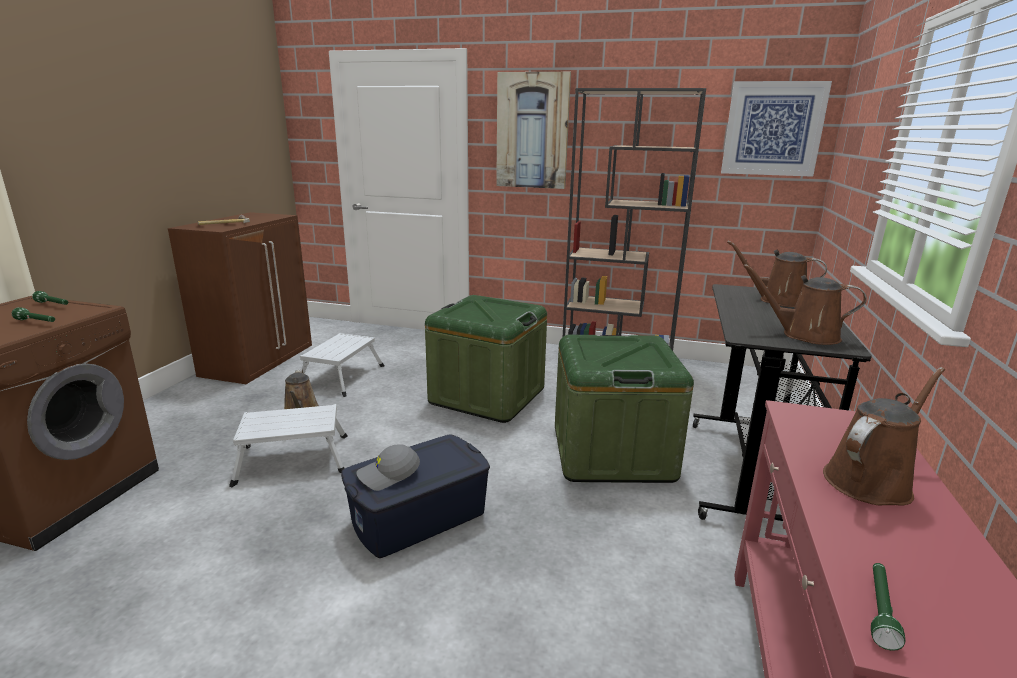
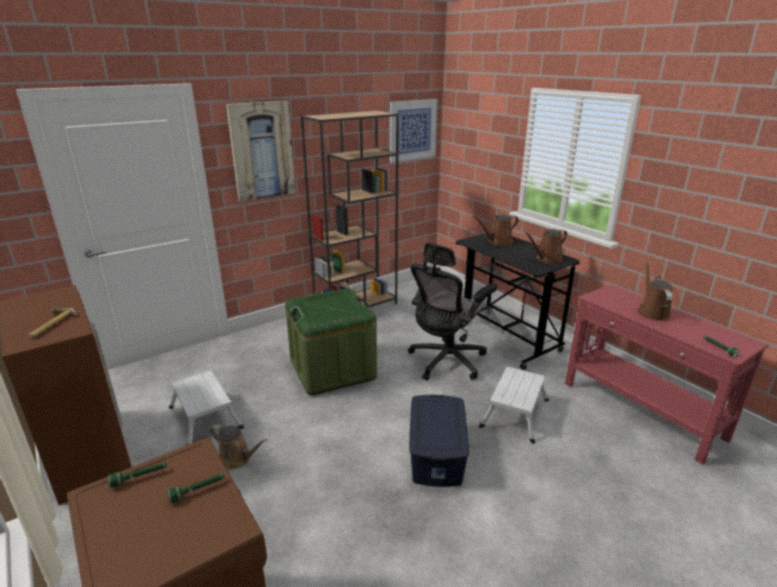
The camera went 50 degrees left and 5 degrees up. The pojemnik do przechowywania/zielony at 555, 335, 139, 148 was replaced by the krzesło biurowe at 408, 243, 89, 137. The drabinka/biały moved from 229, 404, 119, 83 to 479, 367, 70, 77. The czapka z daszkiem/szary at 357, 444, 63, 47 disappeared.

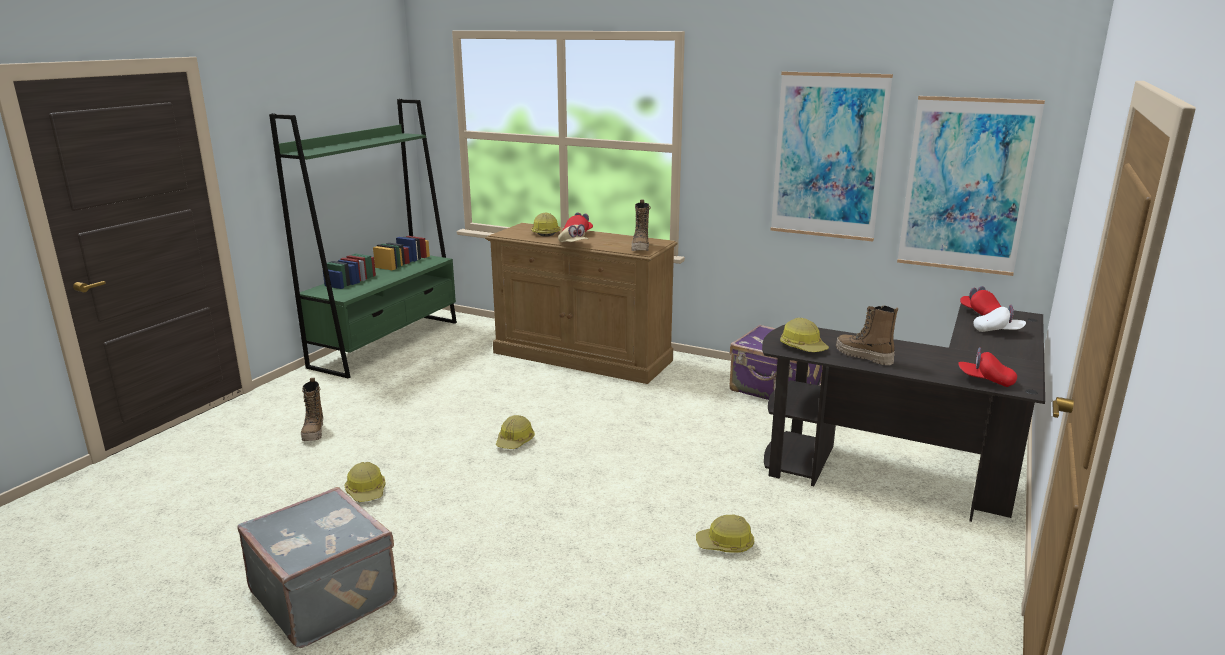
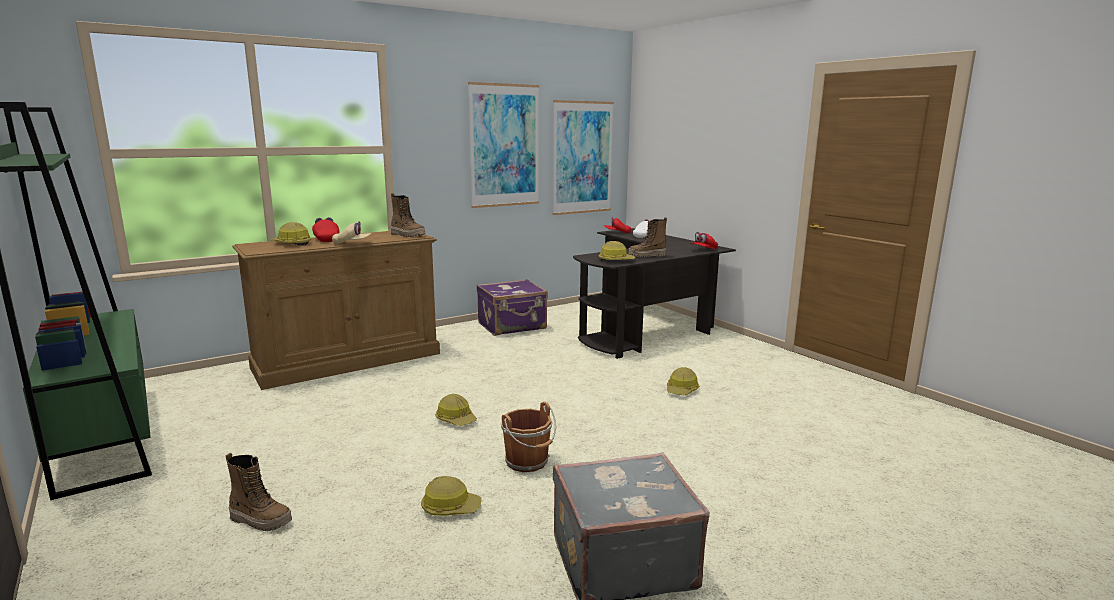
The camera went 60 degrees left and 5 degrees down. The wiadro/brązowy at 501, 402, 55, 70 appeared.

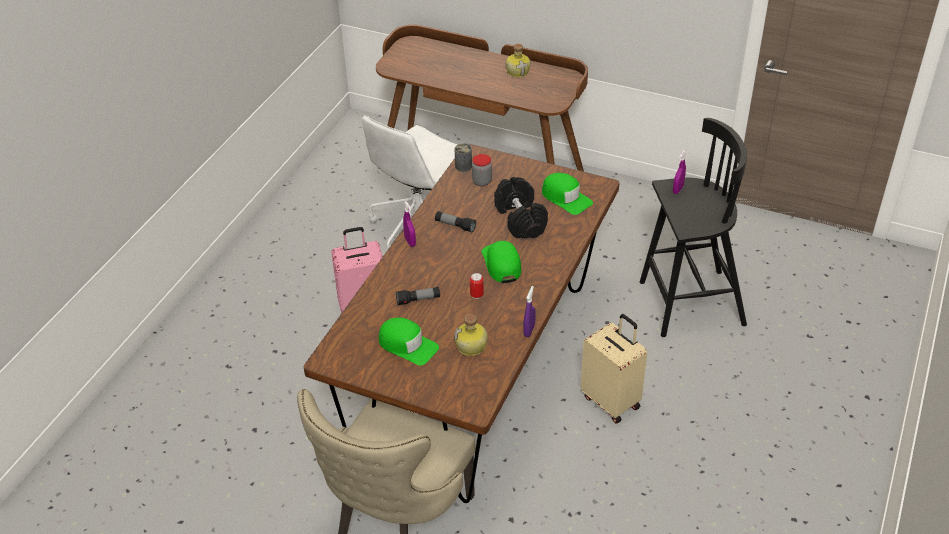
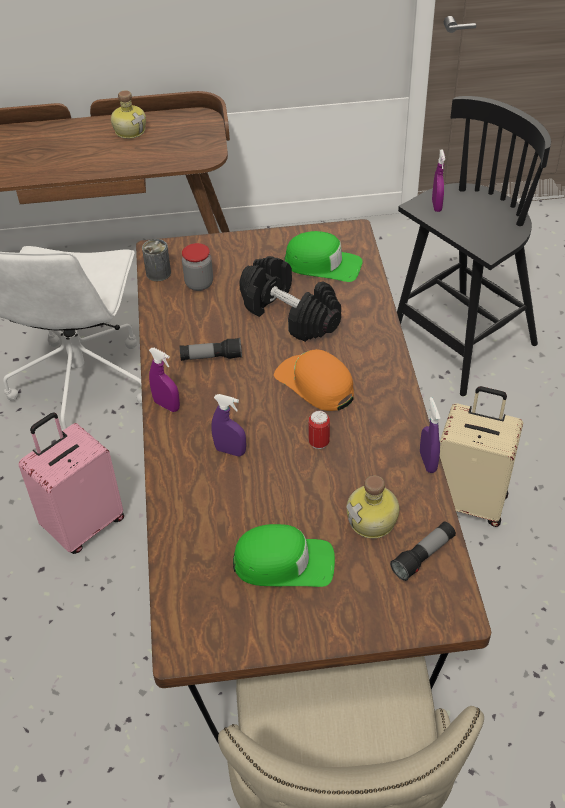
The camera went 30 degrees left and 5 degrees up. The czapka z daszkiem/zielony at 482, 241, 39, 42 became the czapka z daszkiem/pomarańczowy at 274, 349, 80, 62. The latarka moved from 396, 287, 44, 18 to 390, 522, 66, 59. The spryskiwacz/fioletowy at 211, 394, 35, 62 appeared.

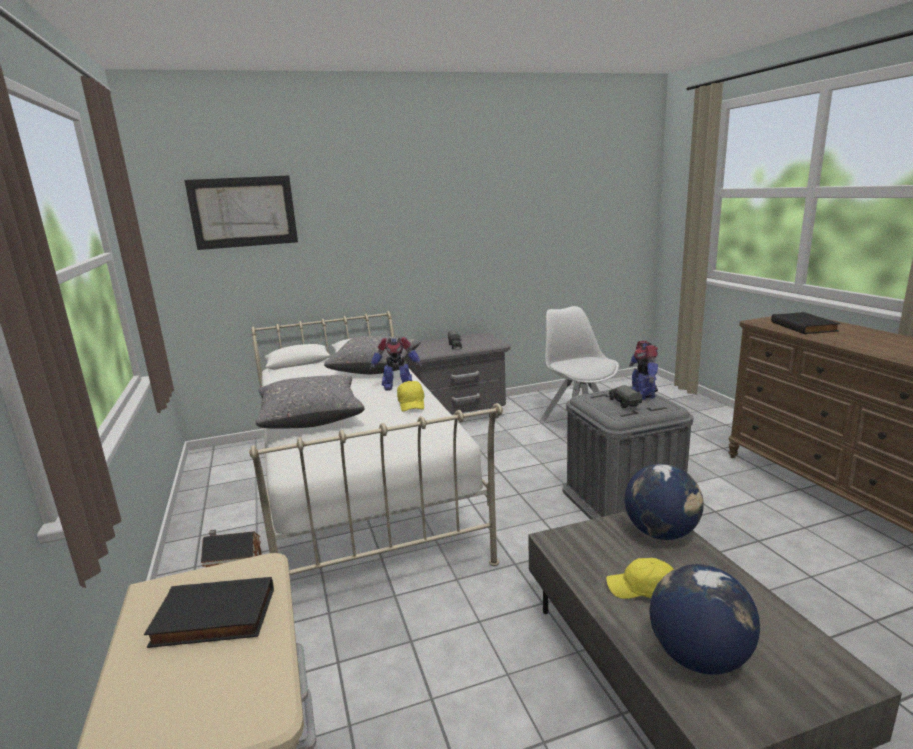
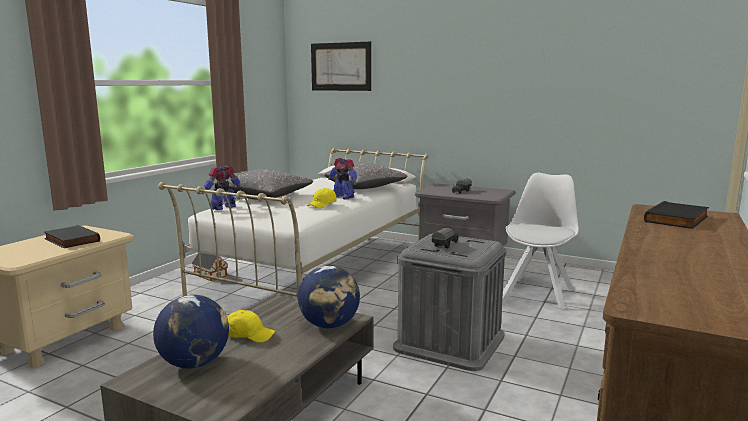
The camera went 45 degrees right and 5 degrees down. The robot zabawkowy moved from 629, 341, 29, 59 to 202, 166, 38, 44. The czapka z daszkiem/żółty at 606, 558, 68, 41 turned 135 degrees clockwise.

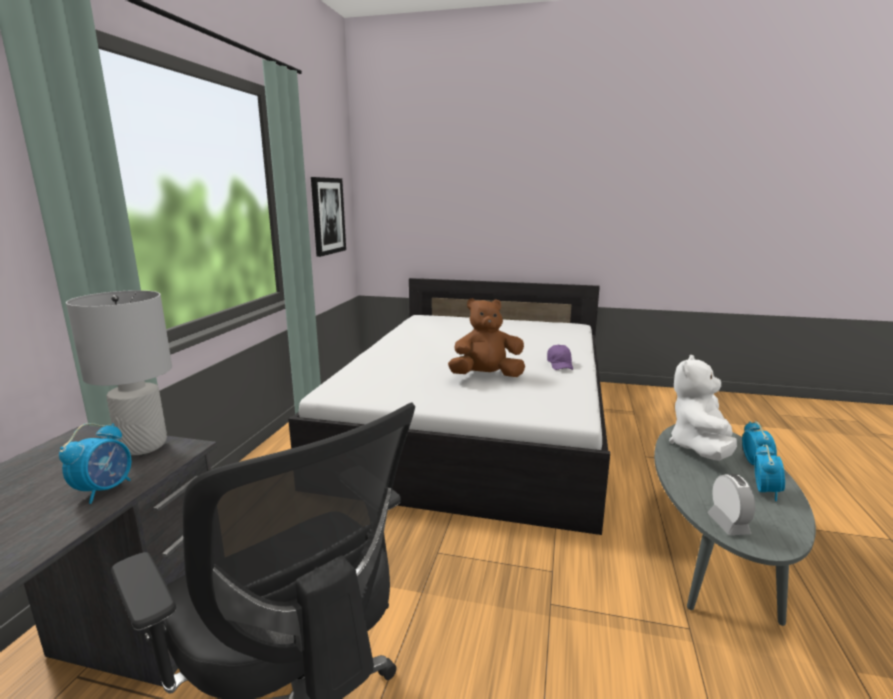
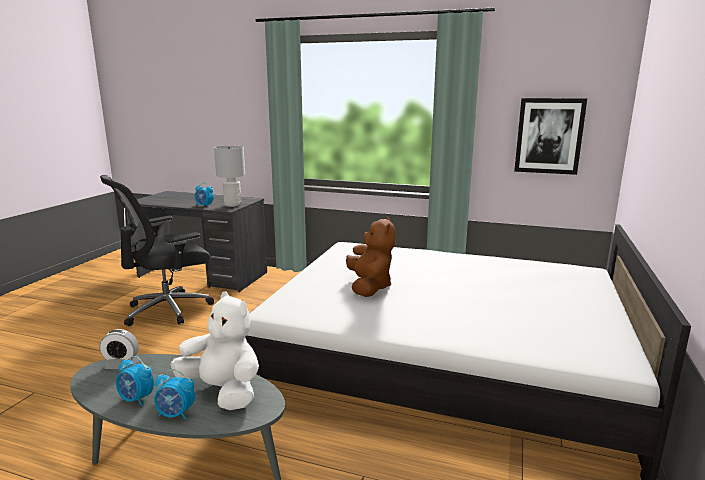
The camera went 95 degrees right and 0 degrees up. The czapka z daszkiem/fioletowy at 547, 344, 26, 26 disappeared.

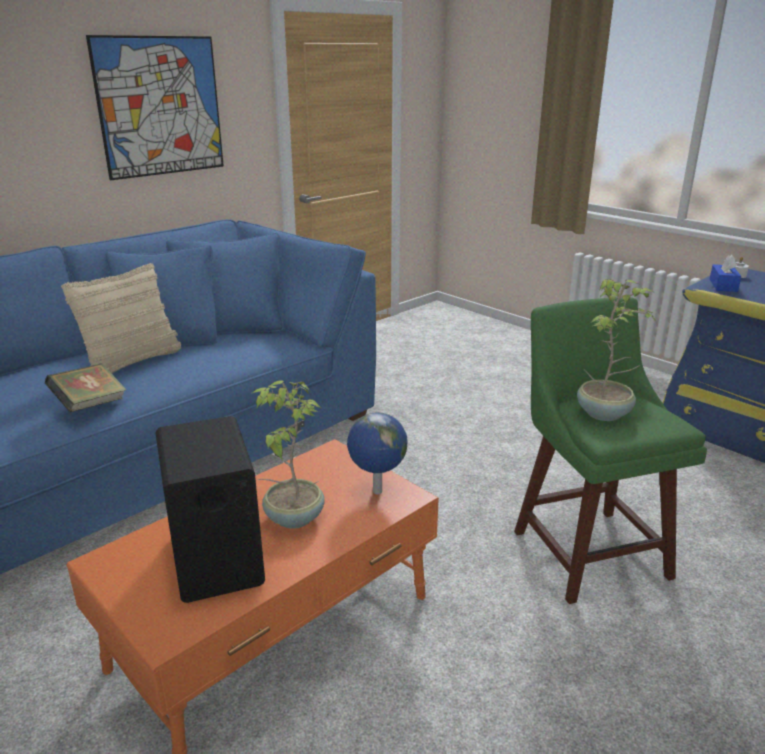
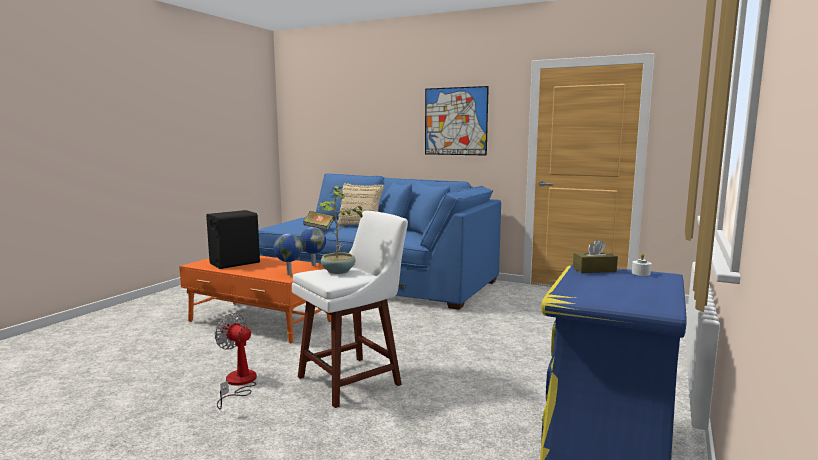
The camera went 70 degrees right and 15 degrees down. The pudełko chusteczek/niebieski at 710, 255, 32, 37 became the pudełko chusteczek/brązowy at 573, 239, 45, 34. The stołek/zielony at 514, 297, 193, 307 became the stołek/biały at 292, 211, 116, 197. The roślina doniczkowa at 252, 380, 73, 149 disappeared. The globus at 300, 227, 26, 39 appeared. The wentylator at 215, 313, 42, 96 appeared.

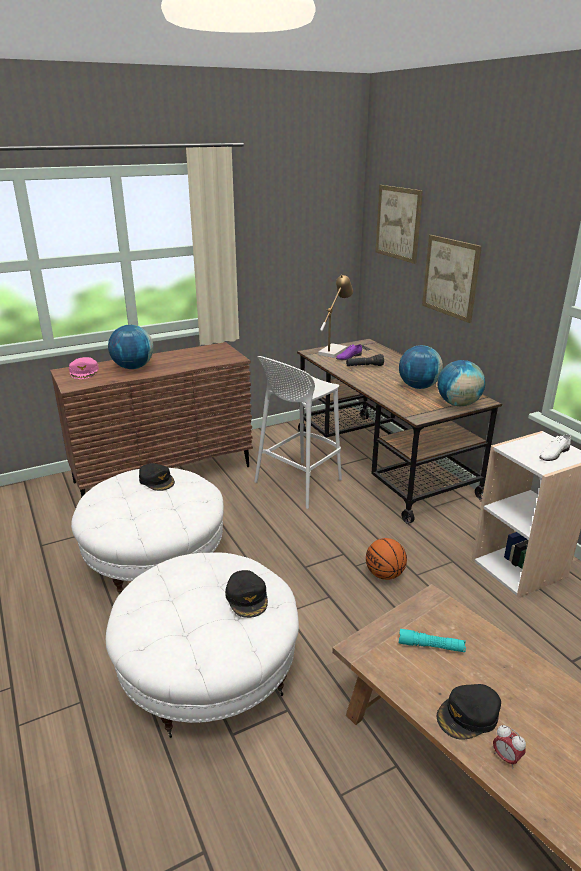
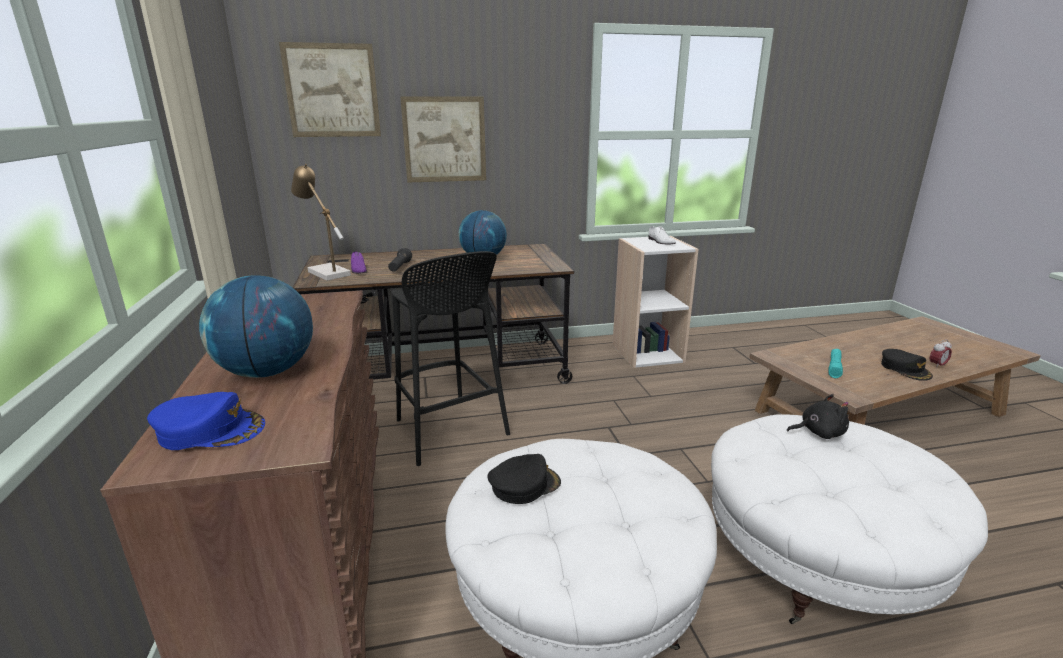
The camera went 75 degrees left and 5 degrees down. The stołek/biały at 254, 356, 88, 153 became the stołek/czarny at 391, 251, 119, 215. The czapka z daszkiem/różowy at 69, 357, 30, 22 became the czapka z daszkiem/niebieski at 147, 392, 118, 58. The globus at 438, 360, 47, 46 disappeared. The piłka do koszykówki at 366, 538, 41, 42 disappeared. The czapka z daszkiem/czarny at 225, 570, 43, 48 was replaced by the pluszak/czarny at 787, 394, 62, 45.

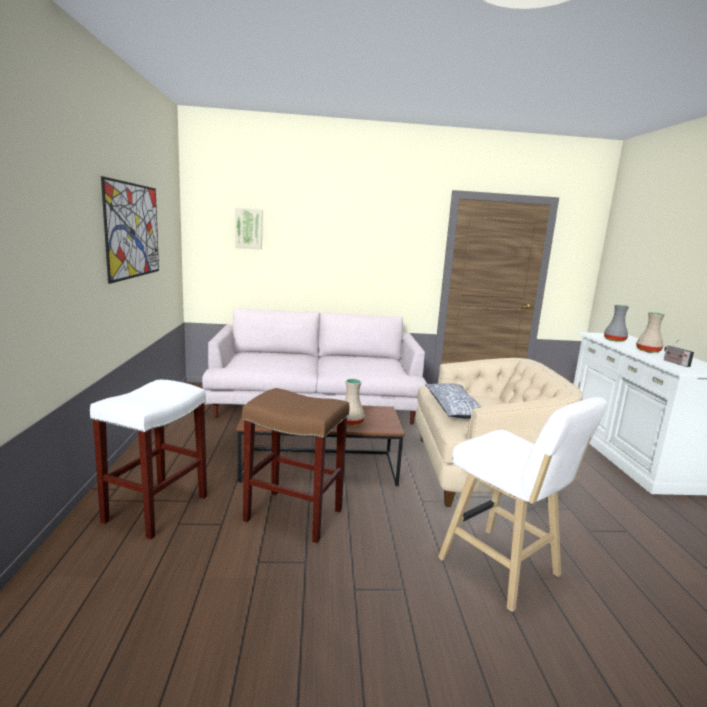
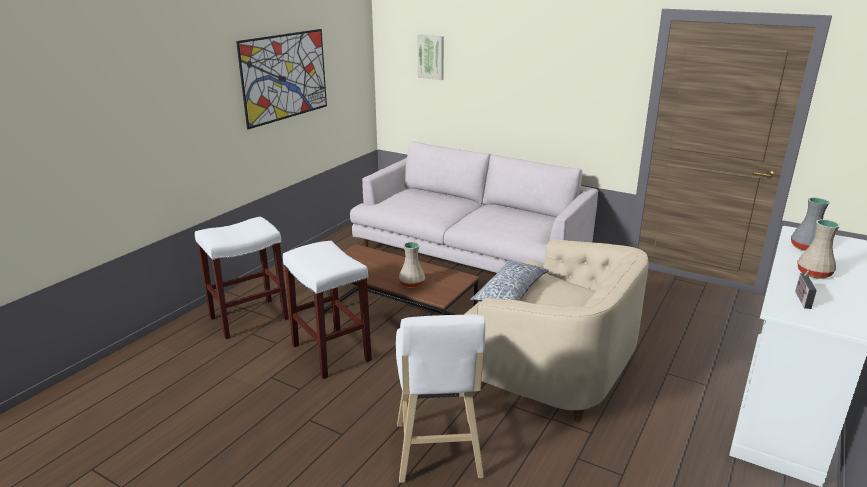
The camera went 35 degrees right and 10 degrees up. The stołek/brązowy at 242, 388, 108, 155 became the stołek/biały at 283, 241, 89, 138.

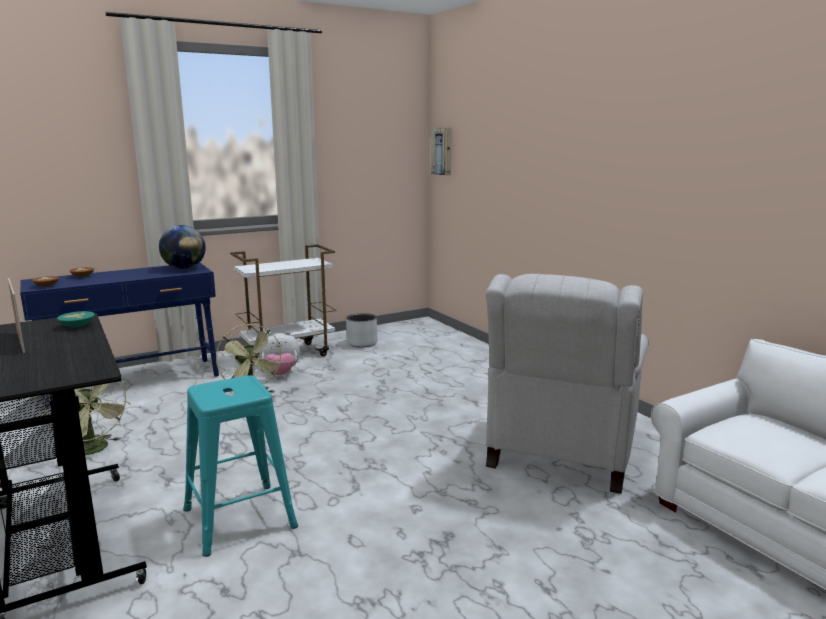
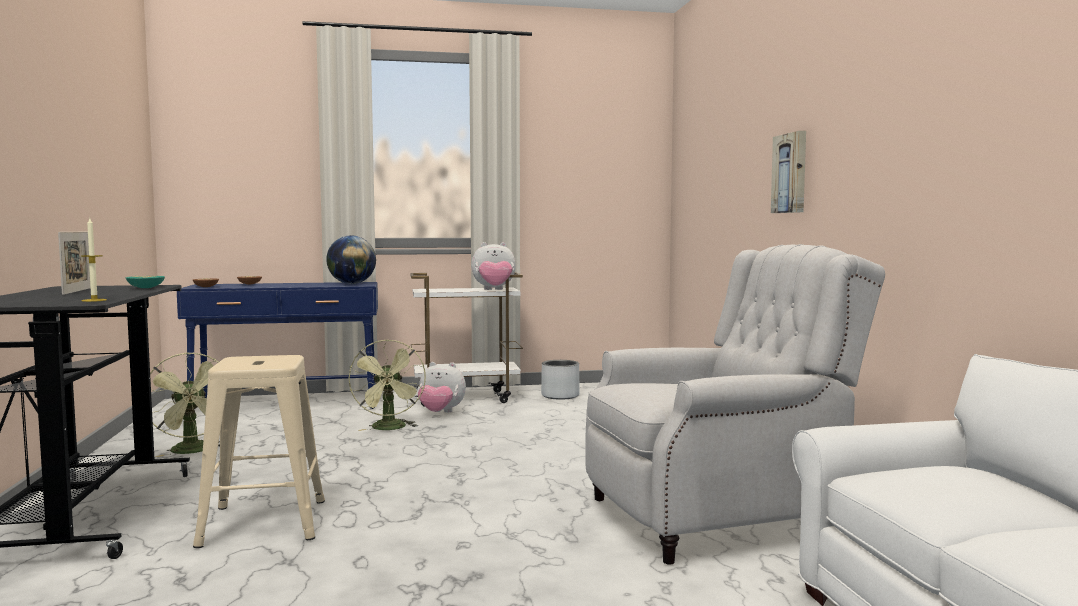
The camera went 20 degrees right and 10 degrees down. The obraz moved from 431, 128, 21, 48 to 771, 131, 35, 82. The fotel/biały at 485, 273, 164, 221 turned 150 degrees counterclockwise. The stołek/turkusowy at 183, 375, 115, 182 became the stołek/beżowy at 193, 355, 132, 193. The świeca at 81, 218, 26, 84 appeared. The pluszak at 471, 242, 45, 48 appeared.

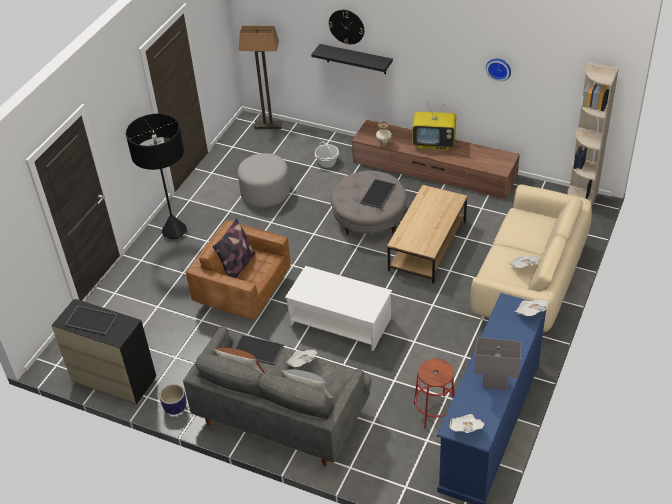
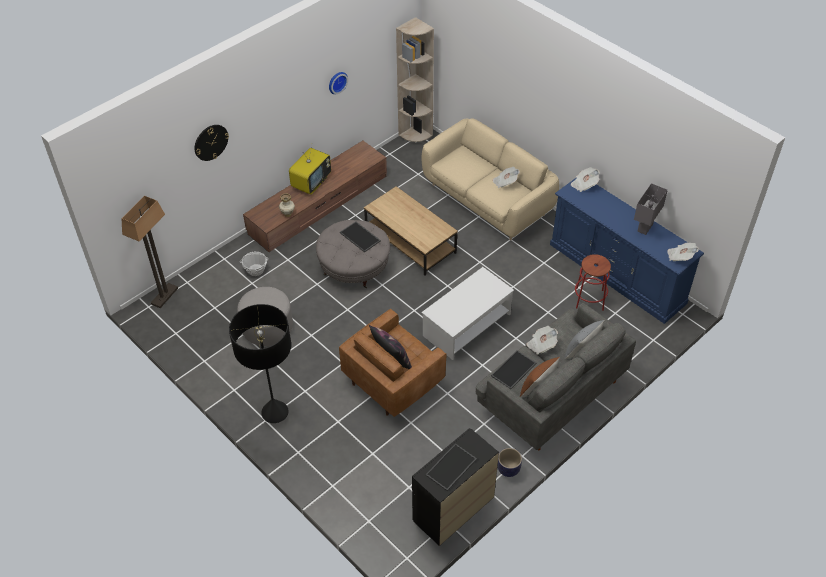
The camera went 70 degrees left and 5 degrees up. The półka/czarny at 311, 44, 82, 30 disappeared.

